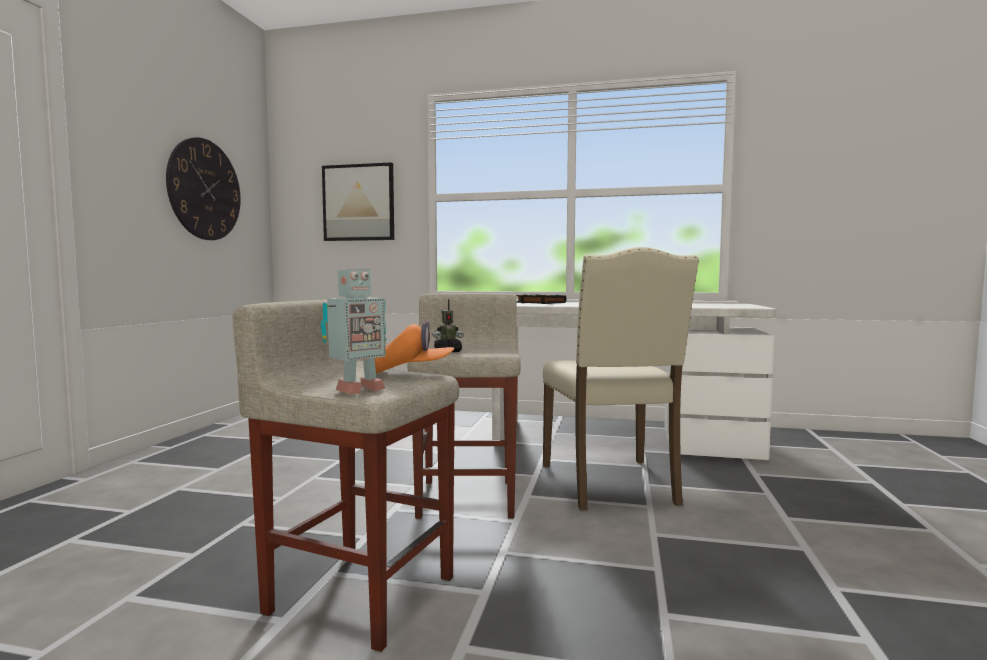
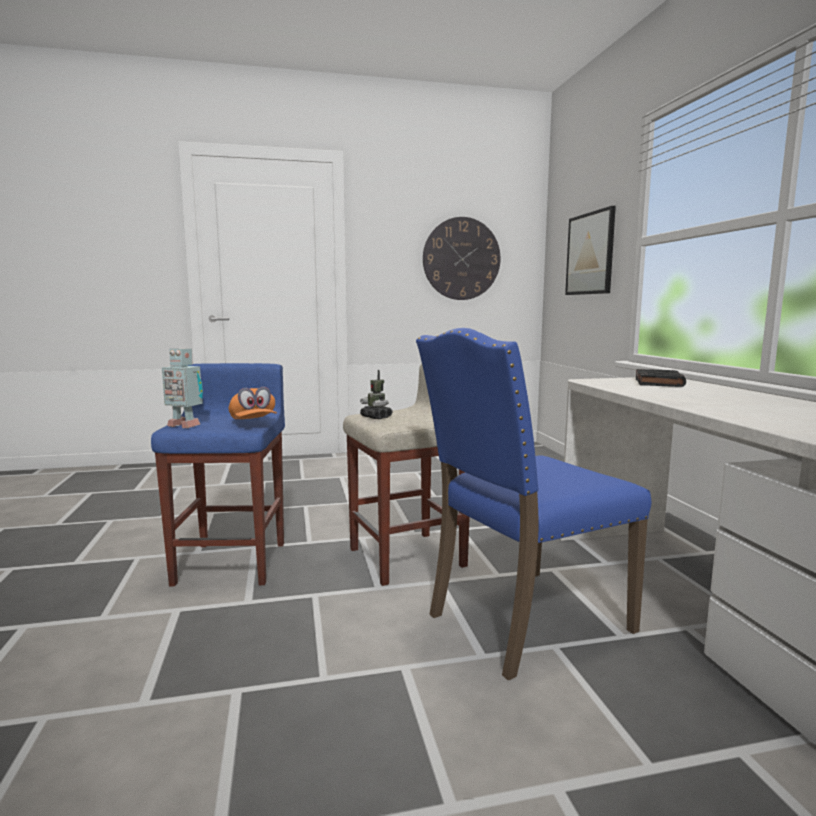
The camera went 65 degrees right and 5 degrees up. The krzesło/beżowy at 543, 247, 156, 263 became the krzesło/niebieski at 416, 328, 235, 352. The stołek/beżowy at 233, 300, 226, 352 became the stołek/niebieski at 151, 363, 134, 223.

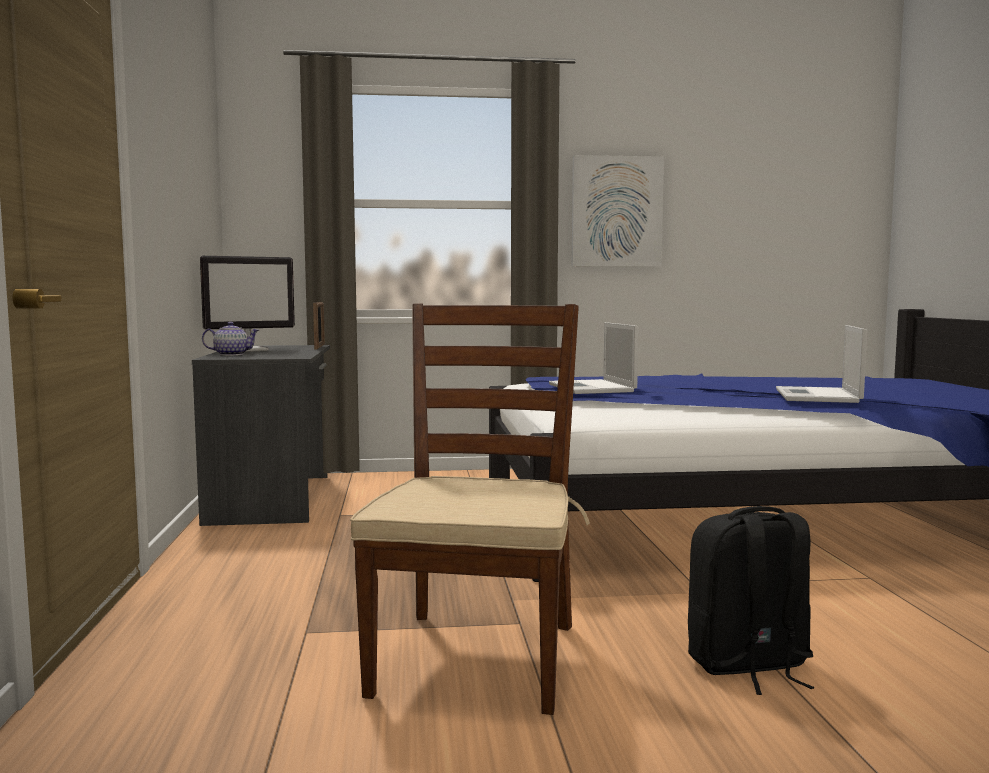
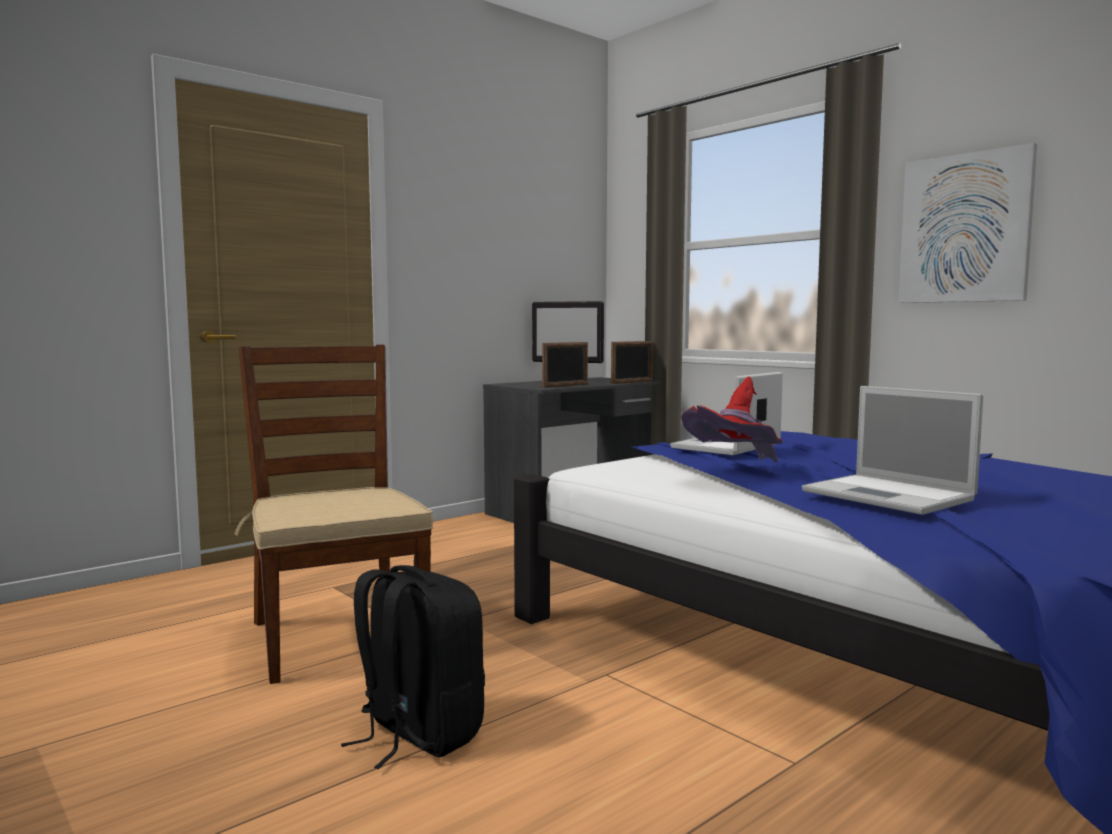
The camera went 55 degrees right and 0 degrees up. The krzesło/brązowy at 350, 304, 240, 411 turned 90 degrees counterclockwise. The imbryk at 202, 322, 57, 34 disappeared. The laptop at 776, 325, 91, 78 turned 105 degrees counterclockwise. The ramka na zdjęcie at 542, 342, 46, 46 appeared. The kapelusz/czerwony at 681, 376, 102, 86 appeared.

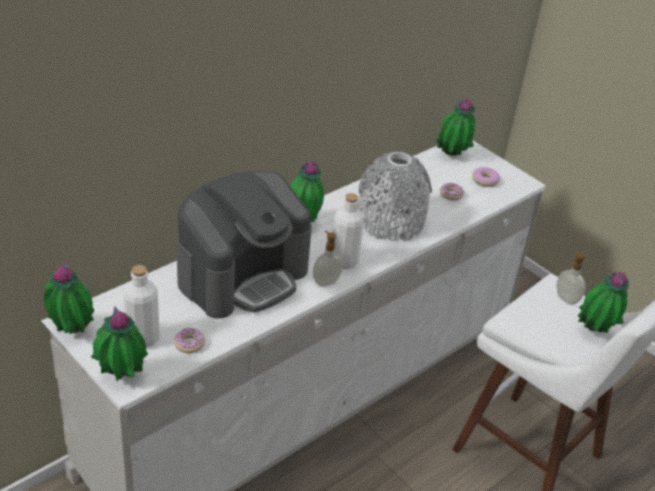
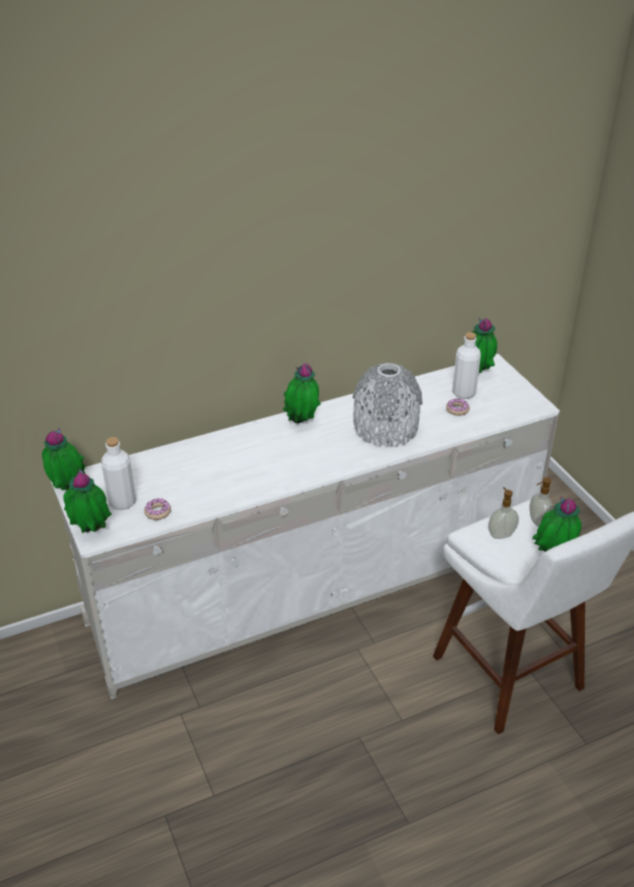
The camera went 20 degrees right and 0 degrees up. The donut at 472, 167, 28, 20 disappeared. The ekspres do kawy at 176, 171, 136, 148 disappeared. The butelka/biały moved from 333, 193, 31, 76 to 452, 332, 29, 67. The dozownik mydła moved from 313, 231, 30, 56 to 488, 487, 31, 52.

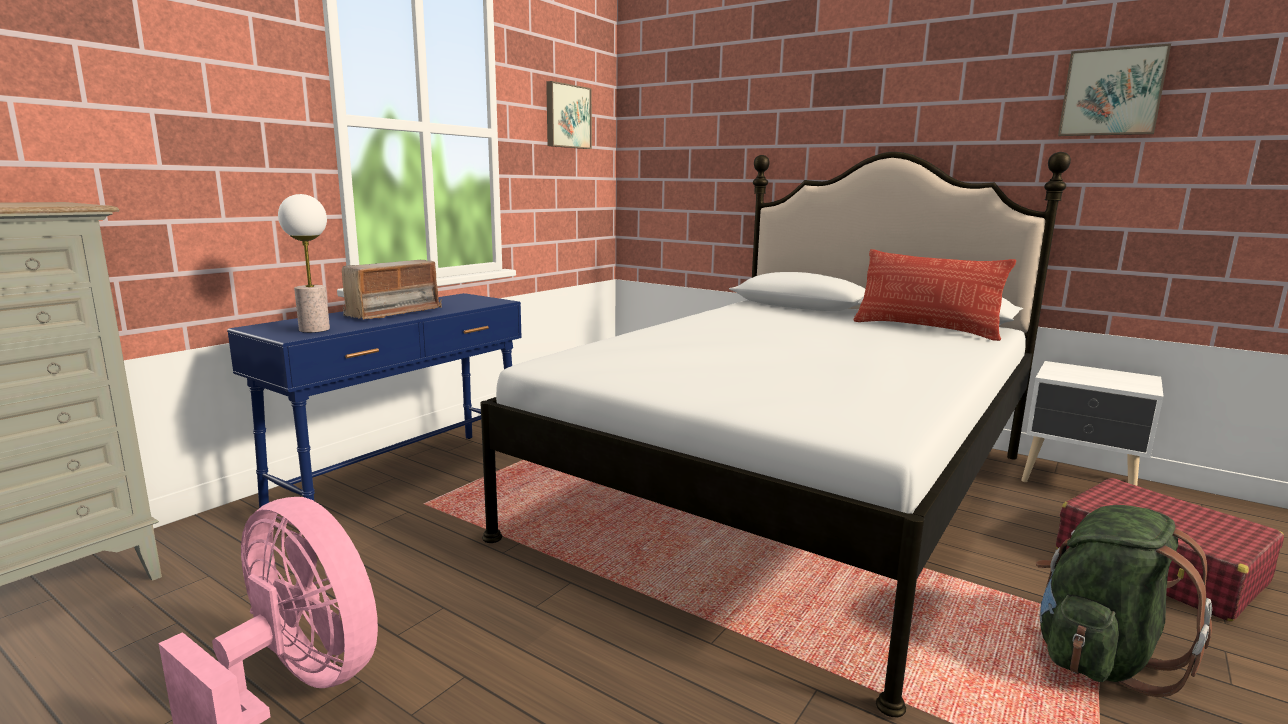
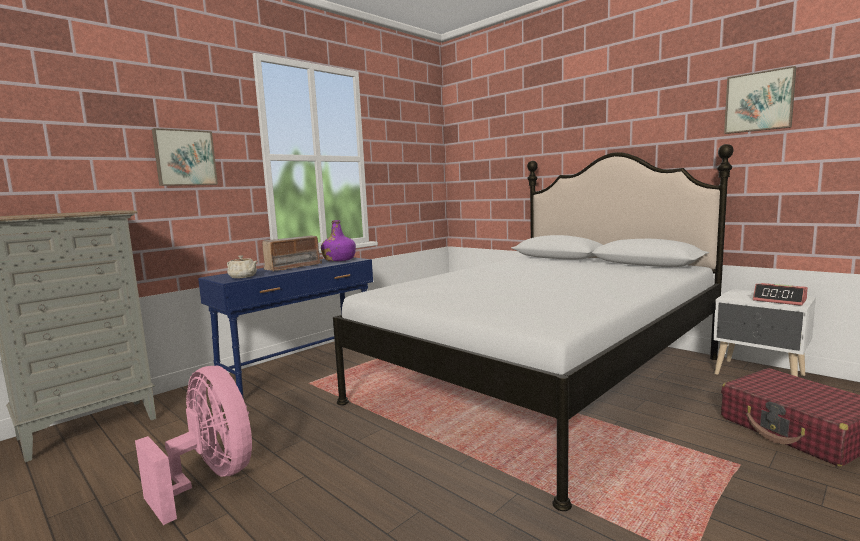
The camera went 10 degrees right and 5 degrees down. The obraz moved from 546, 81, 46, 68 to 152, 128, 66, 58. The lampa stołowa at 278, 194, 52, 139 was replaced by the imbryk/beżowy at 227, 255, 30, 23. The poduszka at 853, 249, 163, 92 disappeared. The plecak/zielony at 1036, 505, 176, 192 disappeared. The butelka/fioletowy at 321, 220, 35, 41 appeared. The budzik at 753, 283, 55, 23 appeared.

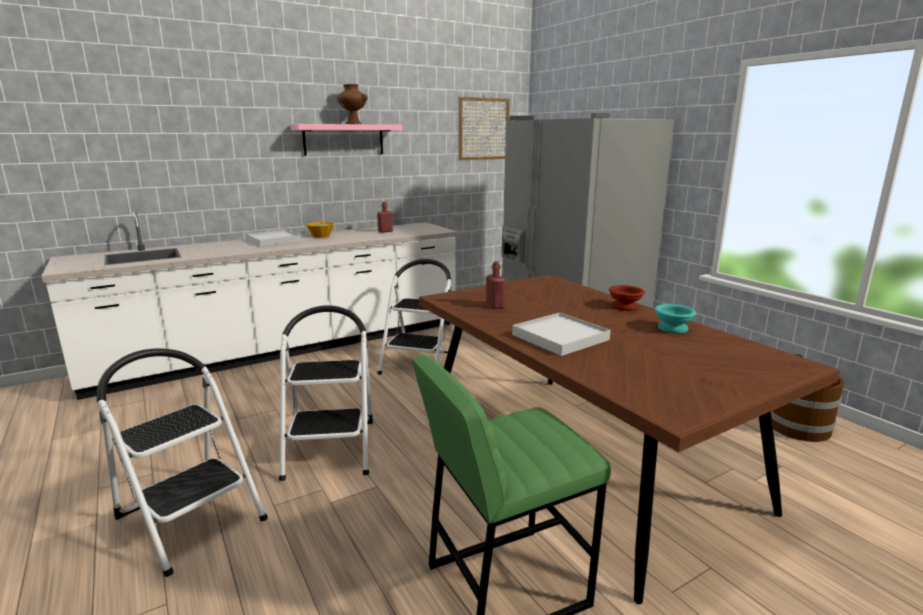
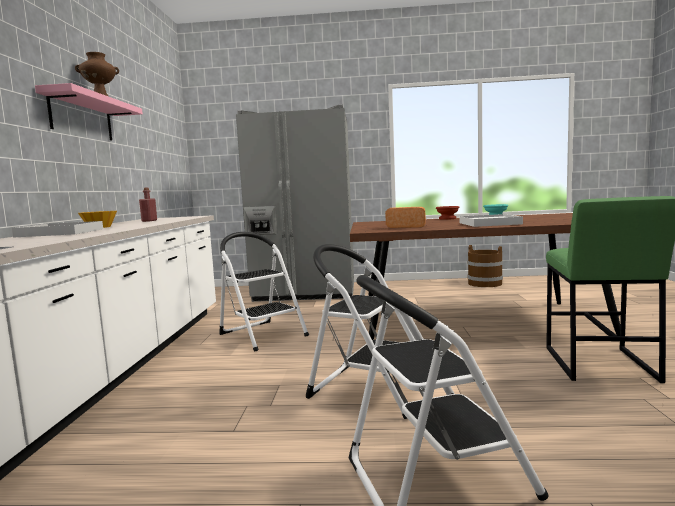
The camera went 55 degrees left and 10 degrees down. The obraz at 459, 95, 51, 65 disappeared. The butelka/czerwony at 486, 261, 20, 48 was replaced by the chleb at 385, 207, 41, 21.

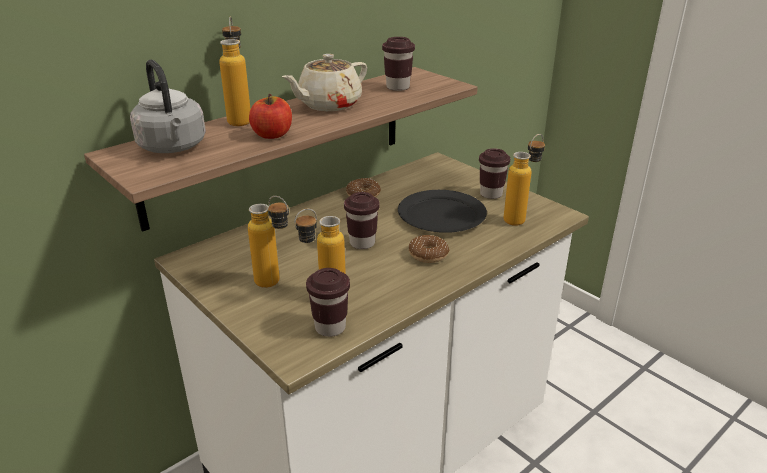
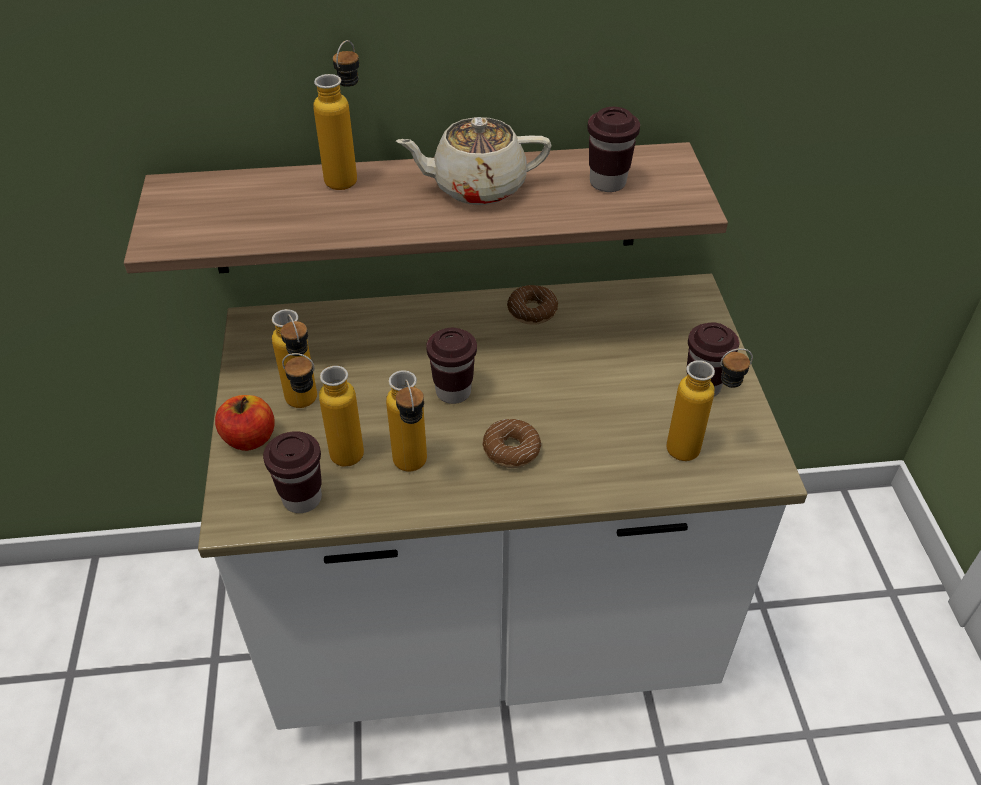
The camera went 35 degrees right and 15 degrees up. The czajnik/szary at 130, 60, 76, 93 disappeared. The jabłko moved from 249, 94, 43, 45 to 215, 395, 60, 56. The talerz/czarny at 398, 190, 89, 43 disappeared. The butelka at 386, 370, 41, 101 appeared.

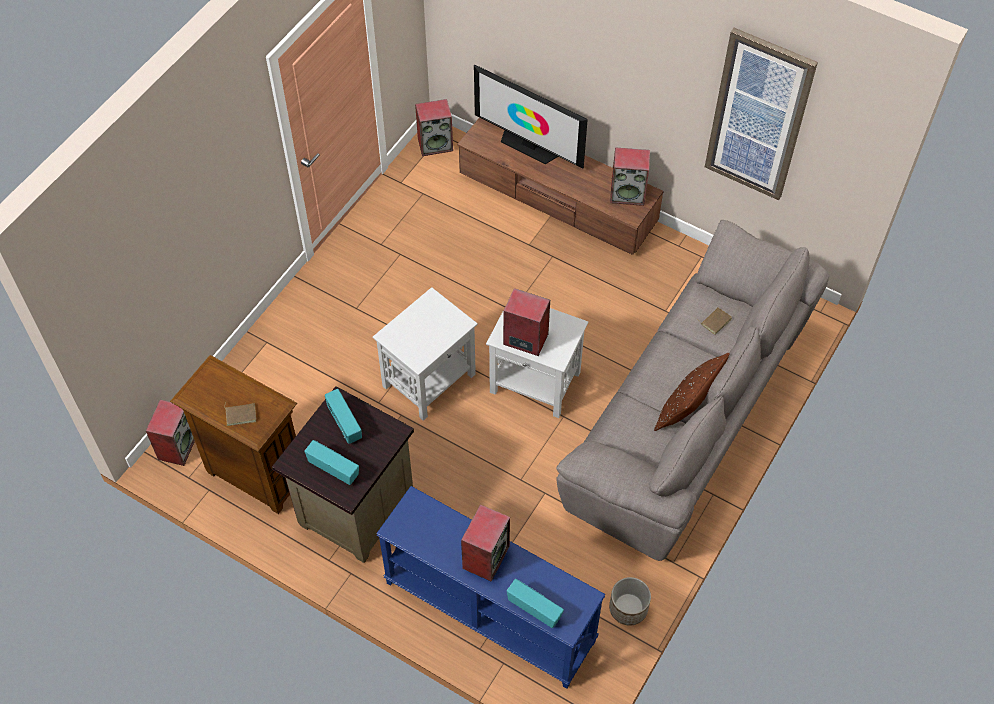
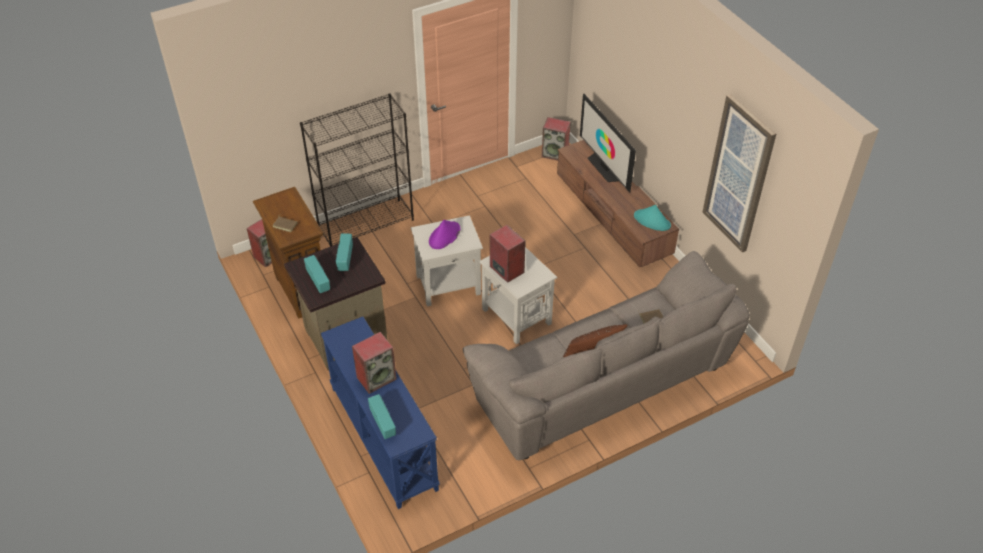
The camera went 30 degrees right and 10 degrees down. The głośnik at 610, 147, 40, 59 was replaced by the kapelusz/turkusowy at 634, 205, 37, 26. The donica at 609, 577, 42, 48 disappeared. The regał/czarny at 300, 93, 114, 154 appeared. The kapelusz/fioletowy at 429, 220, 32, 29 appeared.

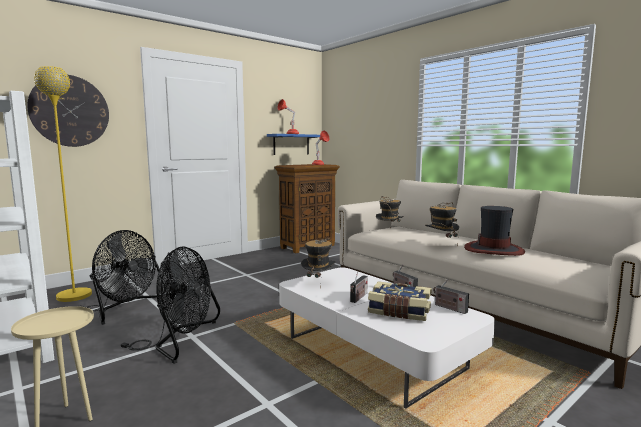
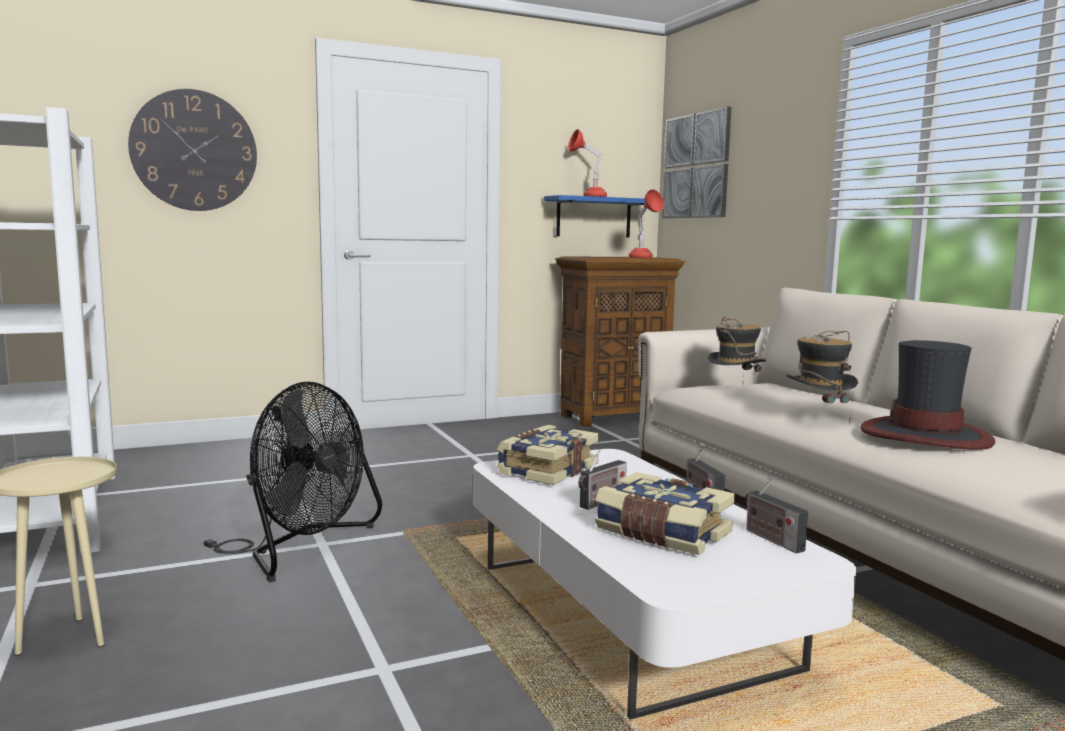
The camera went 15 degrees right and 0 degrees up. The lampa stojąca/żółty at 34, 66, 58, 236 disappeared. The wentylator/czarny at 79, 230, 88, 95 disappeared. The kapelusz at 301, 238, 35, 51 was replaced by the książka at 497, 425, 102, 60. The obraz at 662, 106, 69, 112 appeared.

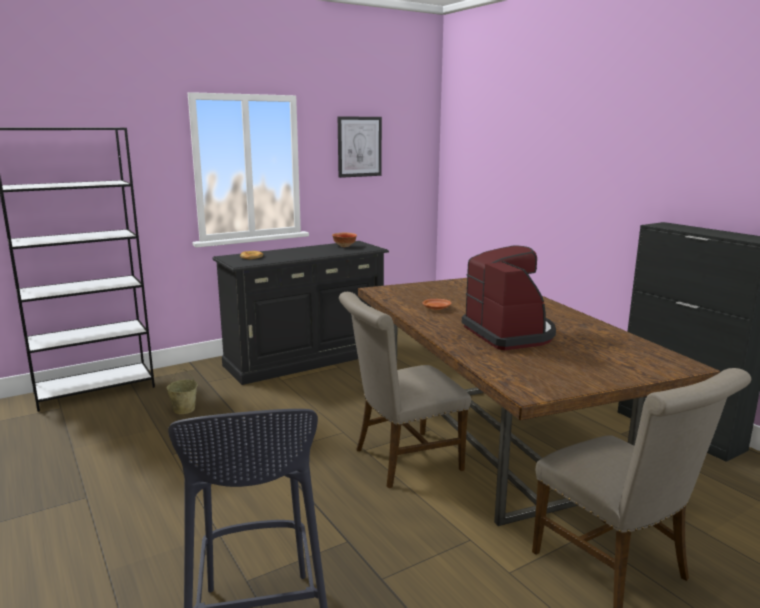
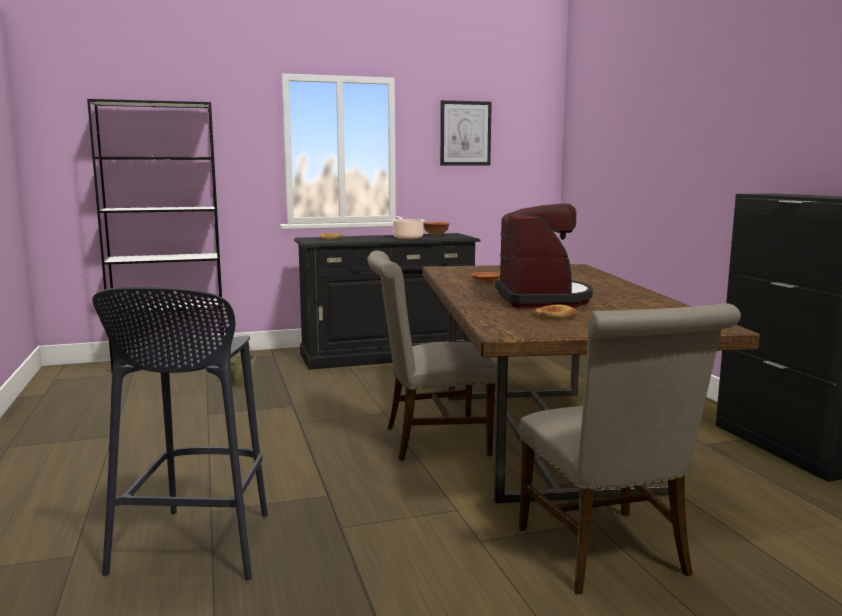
The camera went 15 degrees right and 5 degrees down. The garnek at 391, 216, 34, 23 appeared. The chleb at 535, 304, 42, 15 appeared.

